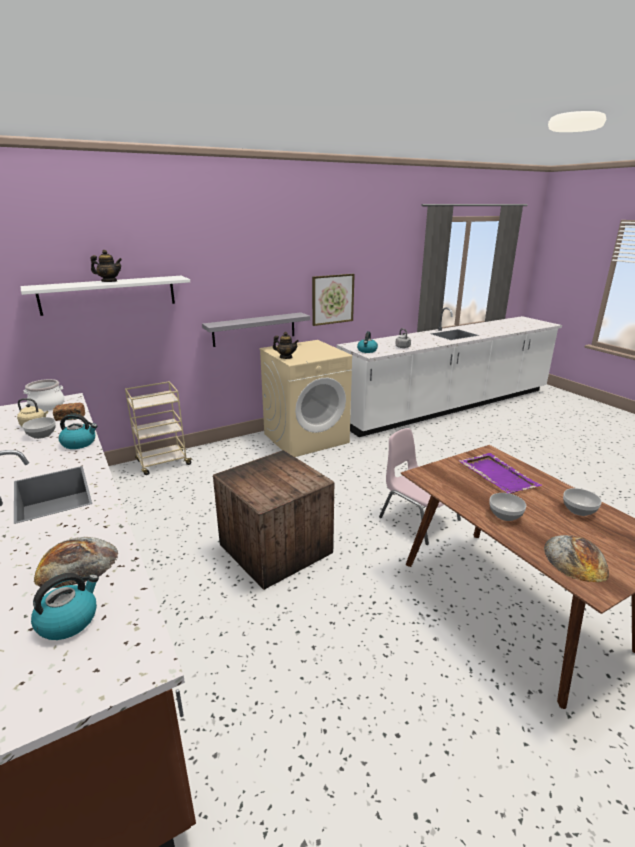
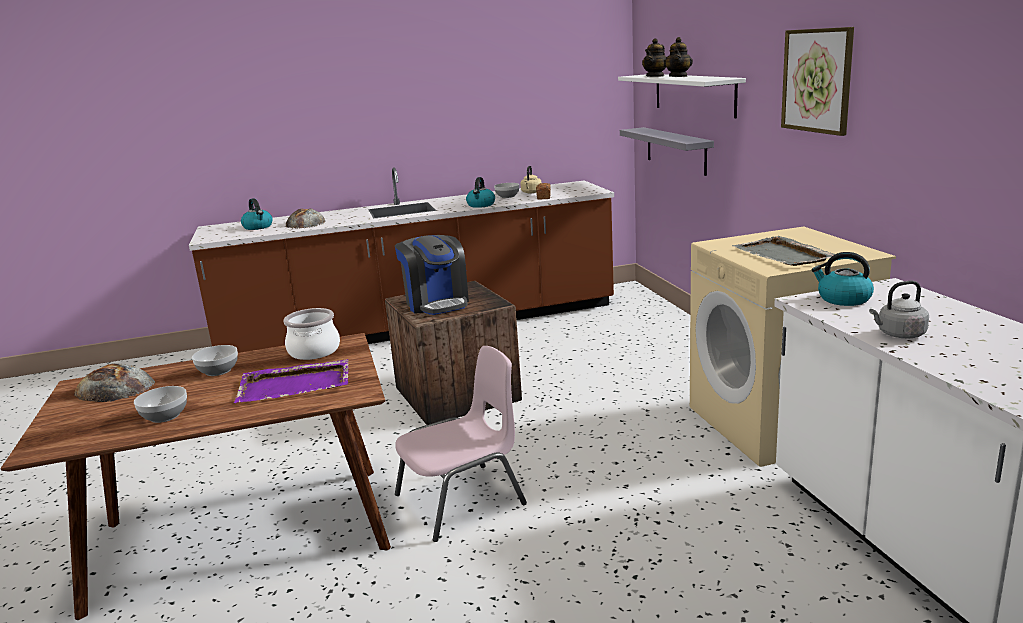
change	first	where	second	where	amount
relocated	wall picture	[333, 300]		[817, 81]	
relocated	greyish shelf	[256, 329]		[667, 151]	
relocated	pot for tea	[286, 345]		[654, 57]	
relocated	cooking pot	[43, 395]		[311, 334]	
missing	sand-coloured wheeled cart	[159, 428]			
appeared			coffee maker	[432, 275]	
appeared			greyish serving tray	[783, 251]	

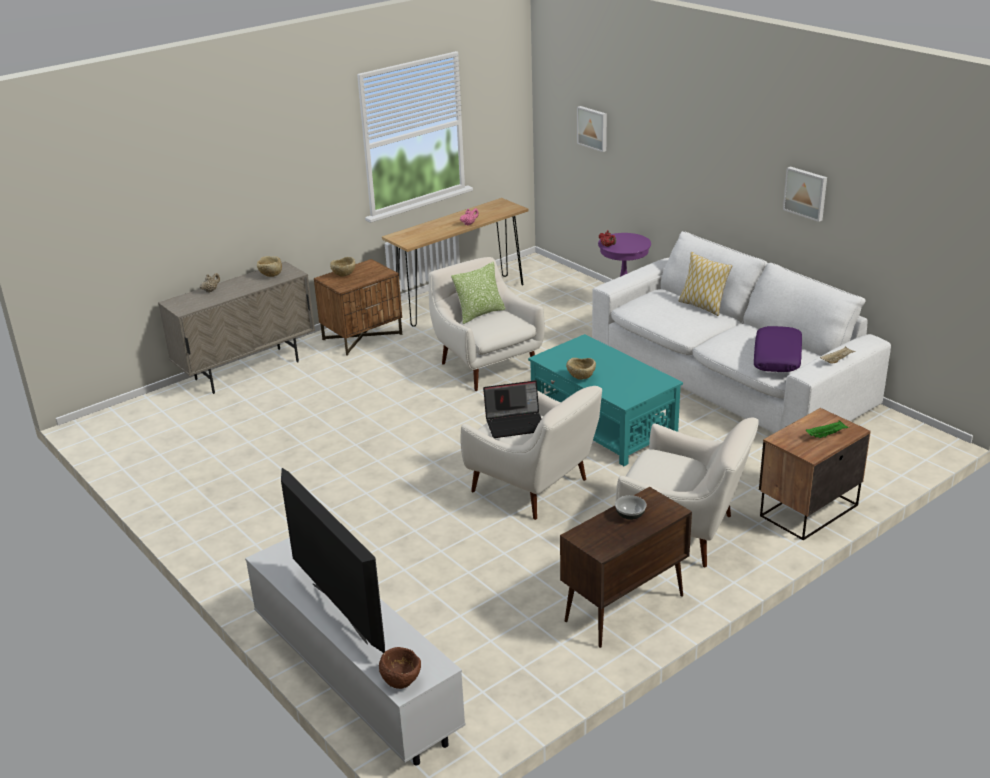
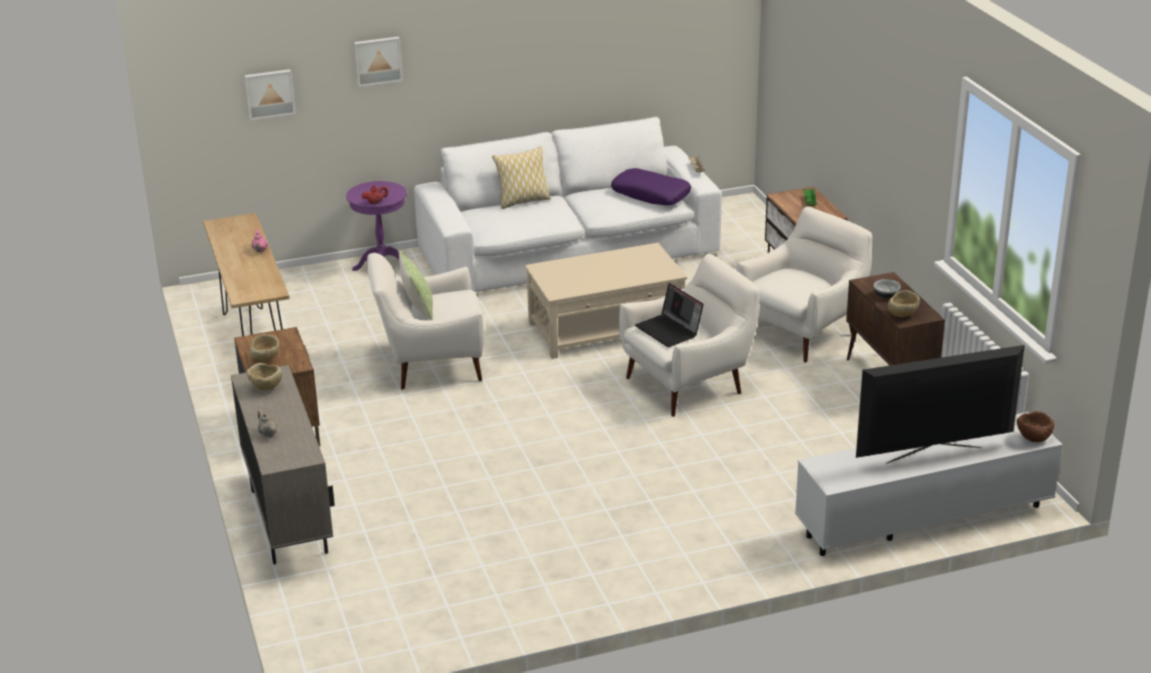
change	first	where	second	where	amount
relocated	wall picture	[805, 194]		[378, 62]	
colour	turquoise lounge table	[605, 400]	sand-coloured lounge table	[606, 301]	
relocated	sand-coloured deep dish	[581, 369]		[904, 303]	
spun	laptop	[512, 409]		[669, 315]	135 degrees clockwise

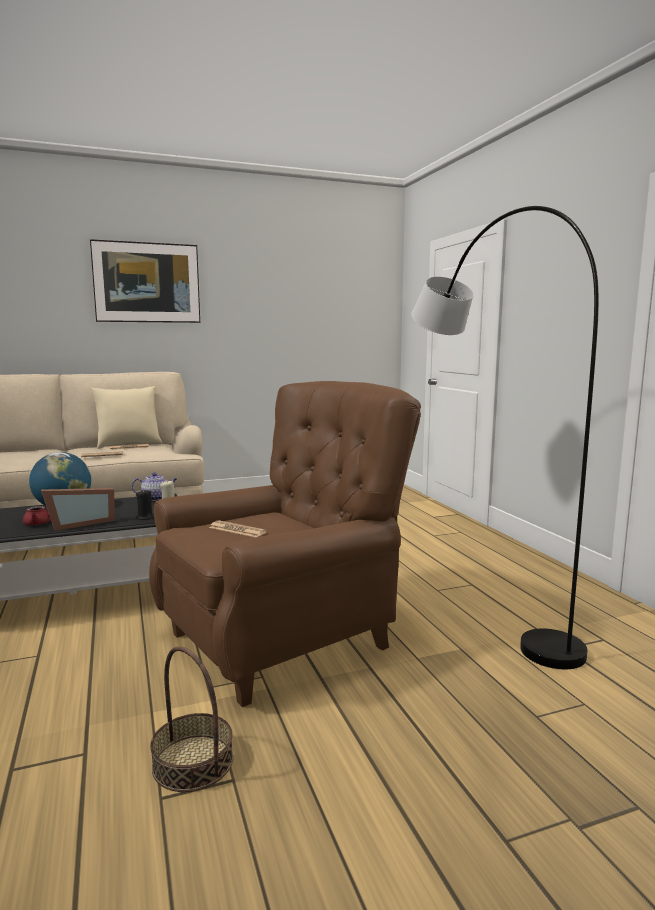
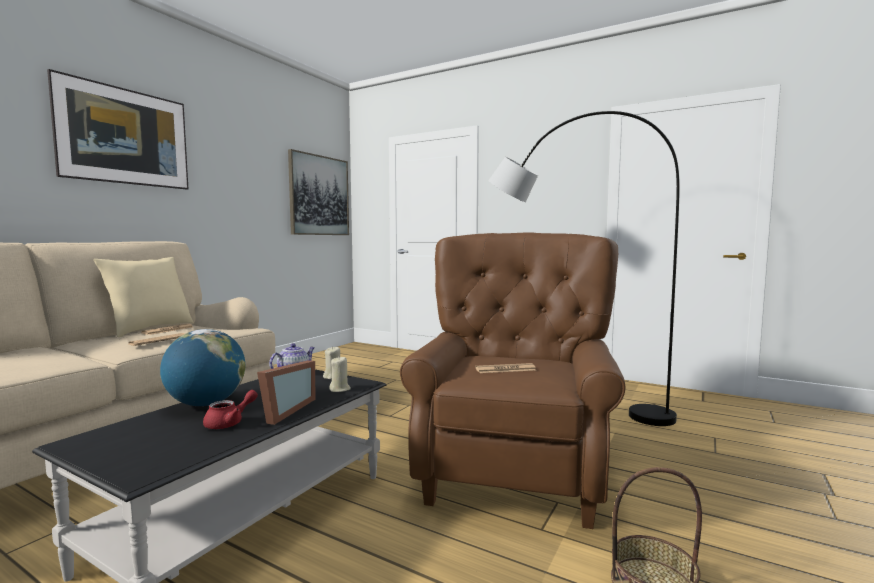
change	first	where	second	where	amount
colour	black-coloured candle	[145, 504]	sand-coloured candle	[340, 374]	
appeared			wall picture	[318, 192]	

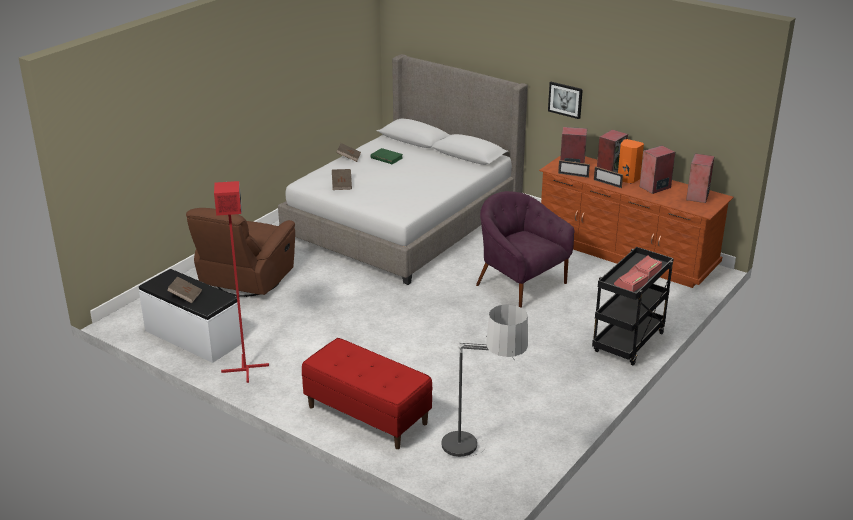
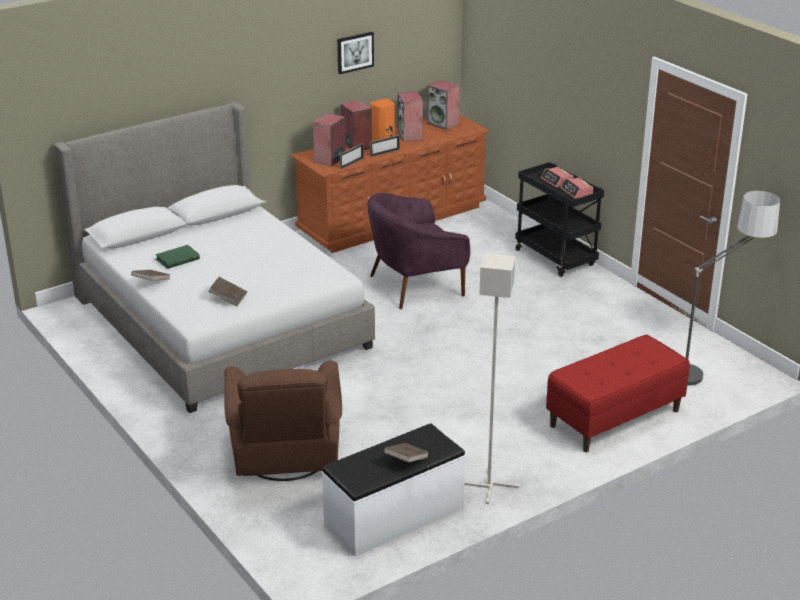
change	first	where	second	where	amount
relocated	wall picture	[565, 100]		[355, 53]	
colour	reddish floor lamp	[241, 282]	greyish floor lamp	[491, 378]	
spun	brown lounge chair	[240, 252]		[283, 421]	45 degrees clockwise

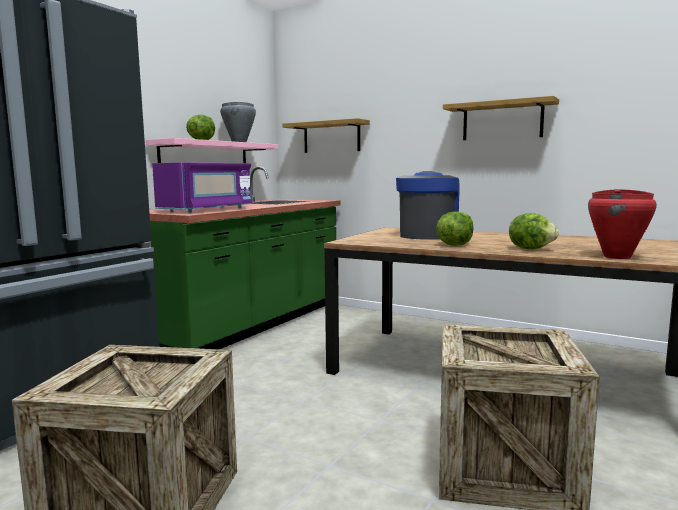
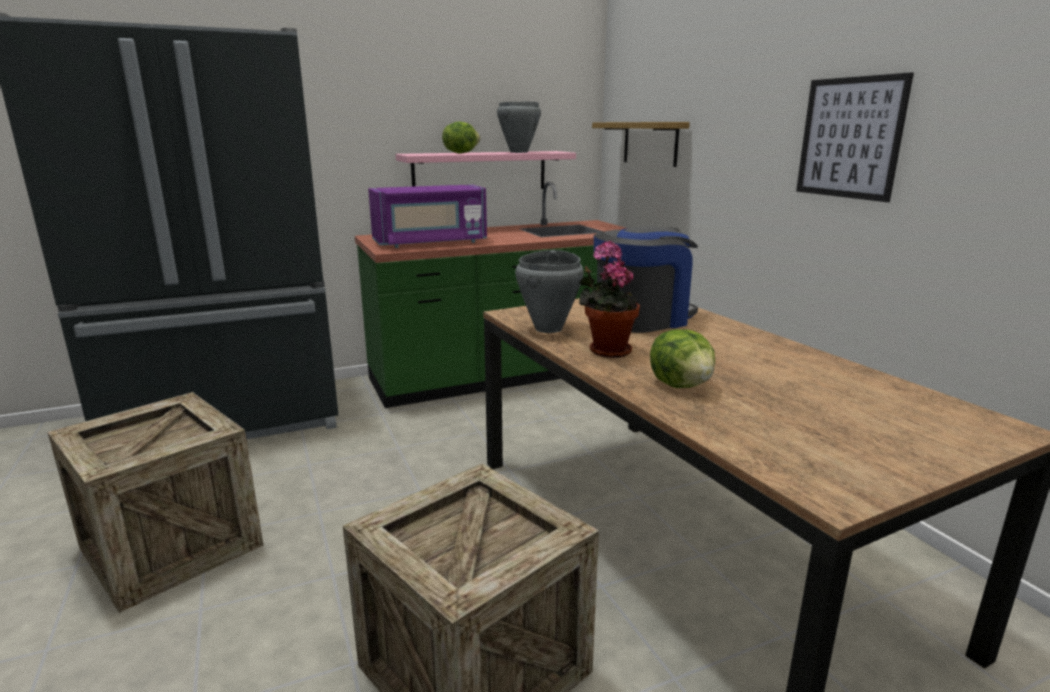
change	first	where	second	where	amount
exchanged	shelf	[501, 118]	wall picture	[855, 137]	
missing	reddish cooking pot	[622, 224]			
exchanged	lettuce head	[455, 228]	plant in a pot	[609, 299]	
appeared			greyish cooking pot	[549, 291]	

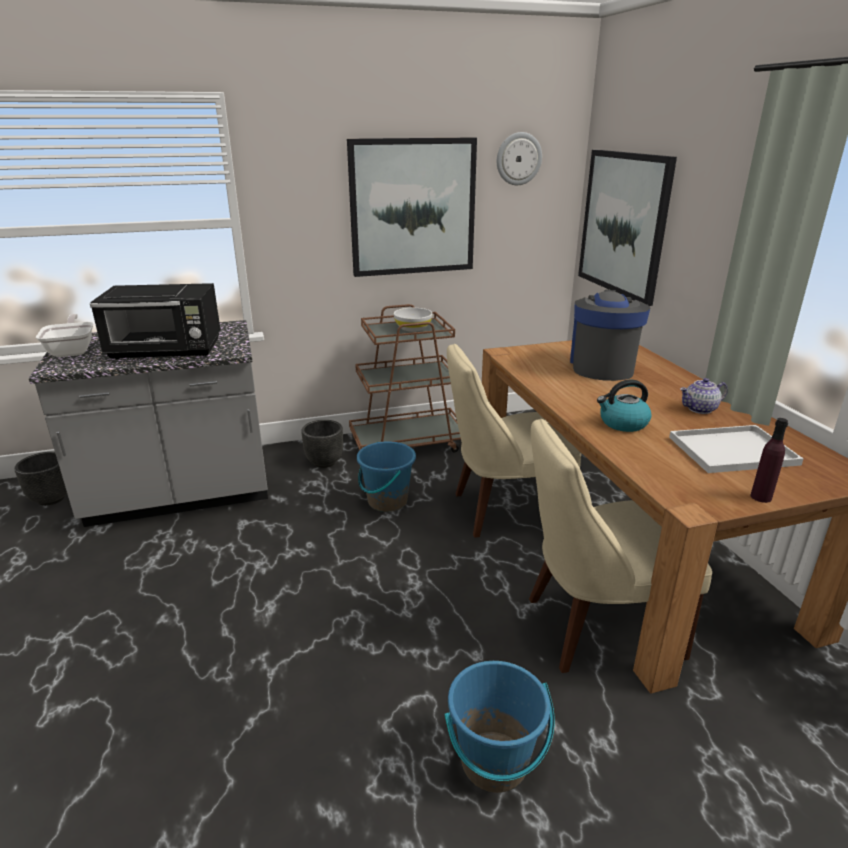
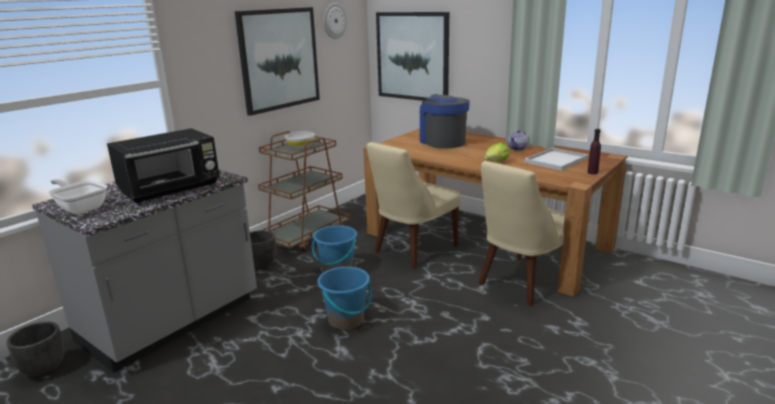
change	first	where	second	where	amount
exchanged	kettle	[624, 406]	lettuce head	[497, 152]	
relocated	blue-coloured water bucket	[499, 727]		[344, 298]	

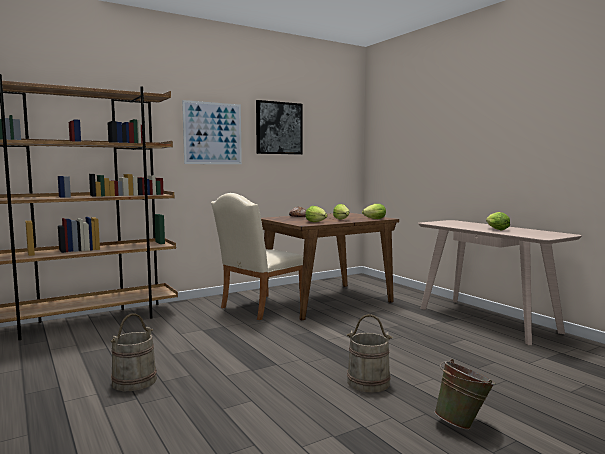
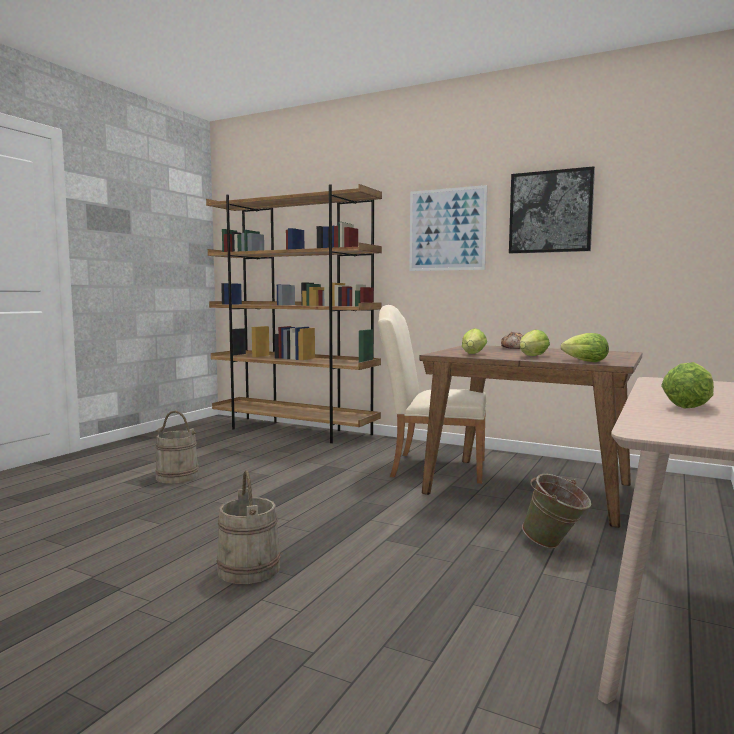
change	first	where	second	where	amount
relocated	greenish water bucket	[465, 394]		[556, 511]	

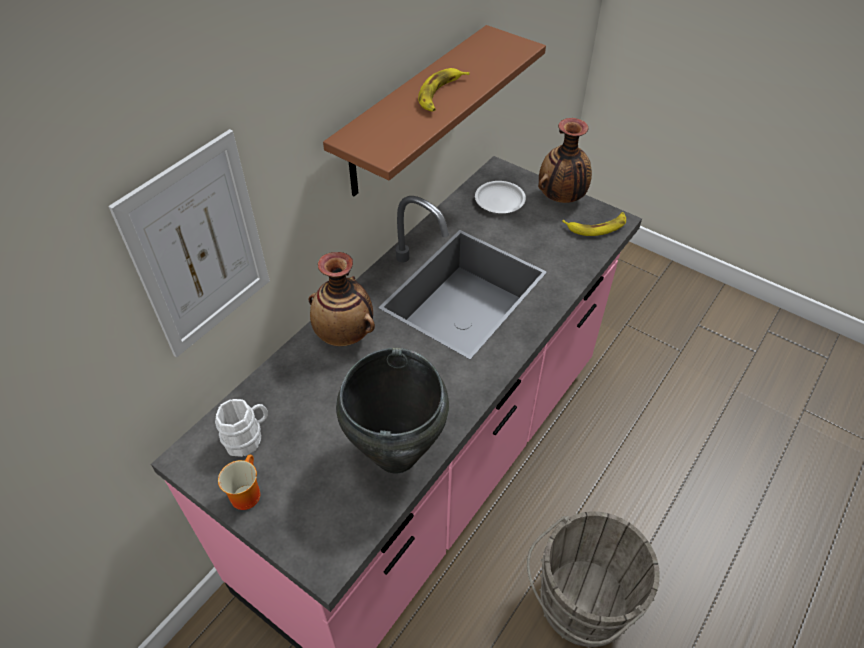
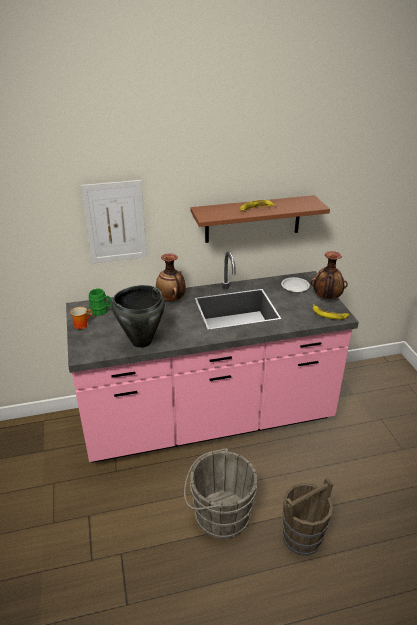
change	first	where	second	where	amount
colour	whitish tea mug	[241, 428]	greenish tea mug	[100, 302]	
appeared			brown water bucket	[307, 517]	

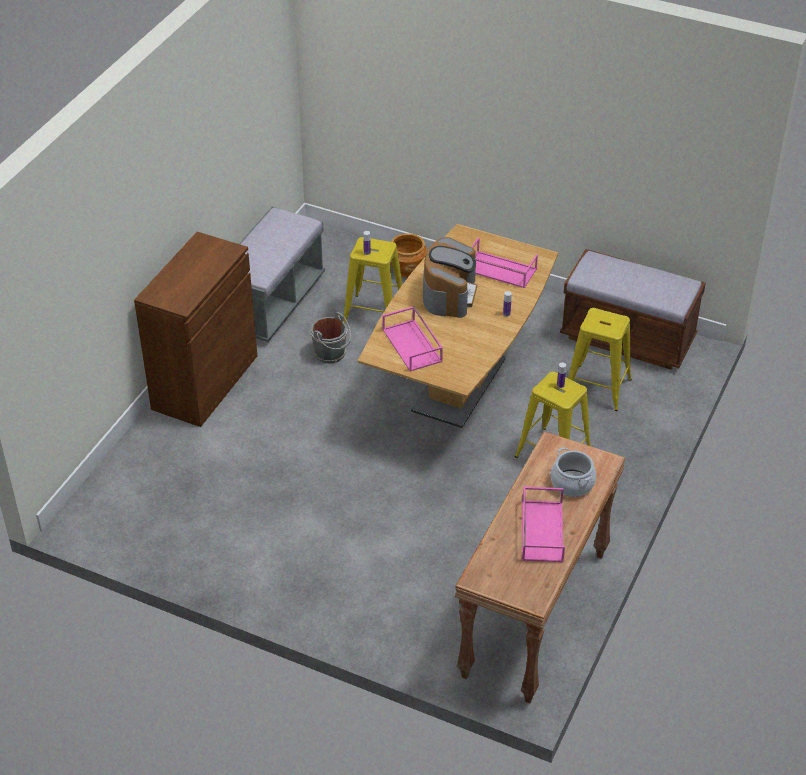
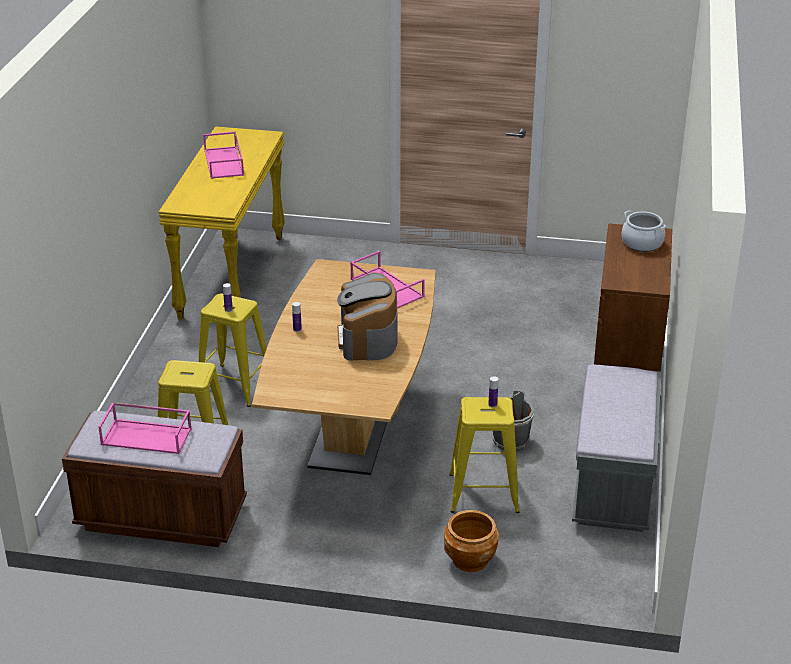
change	first	where	second	where	amount
relocated	pink-coloured serving tray	[505, 263]		[145, 428]	
colour	brown hall table	[540, 567]	yellow-coloured hall table	[221, 223]	
relocated	cooking pot	[573, 472]		[644, 231]	

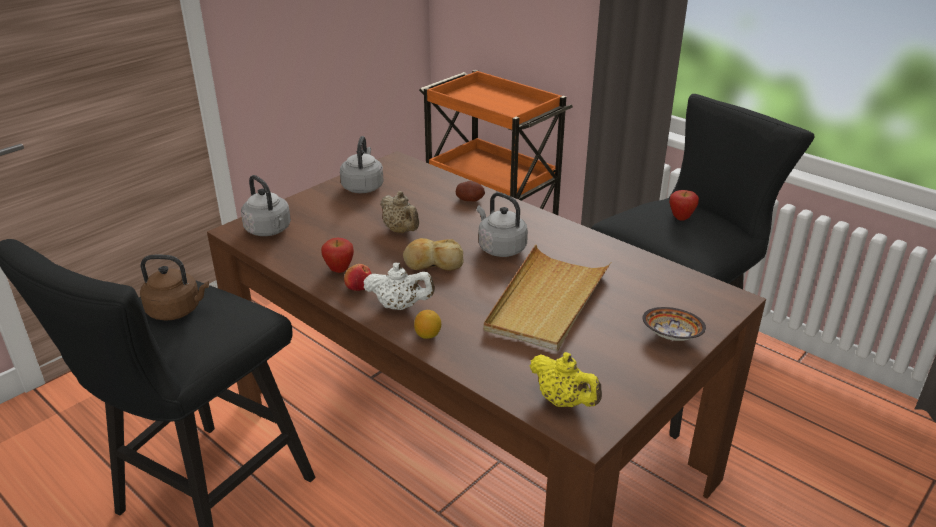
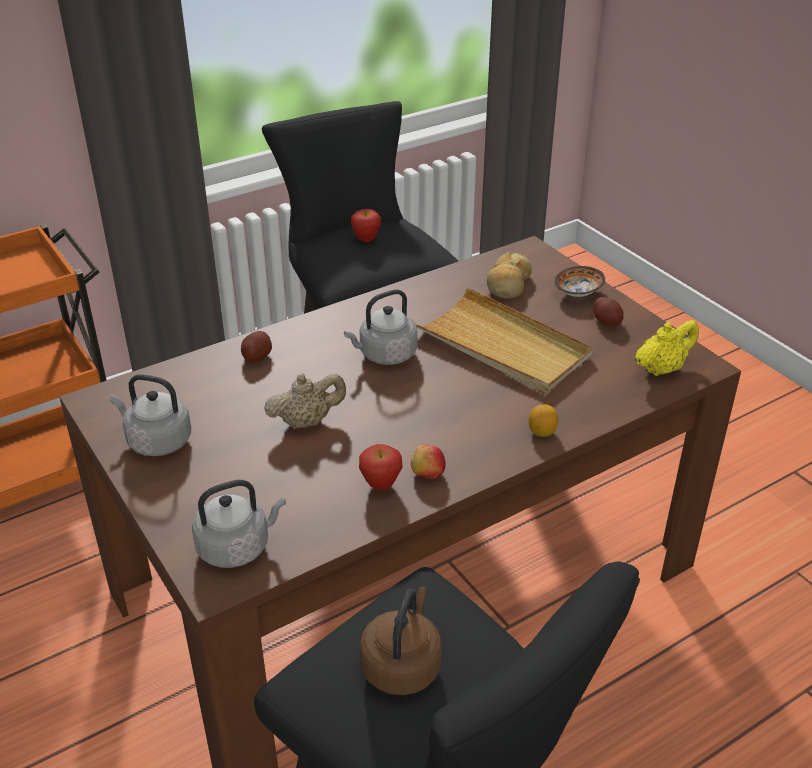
change	first	where	second	where	amount
relocated	bread	[433, 254]		[509, 275]	
missing	whitish pot for tea	[399, 286]			
appeared			potato	[608, 311]	

